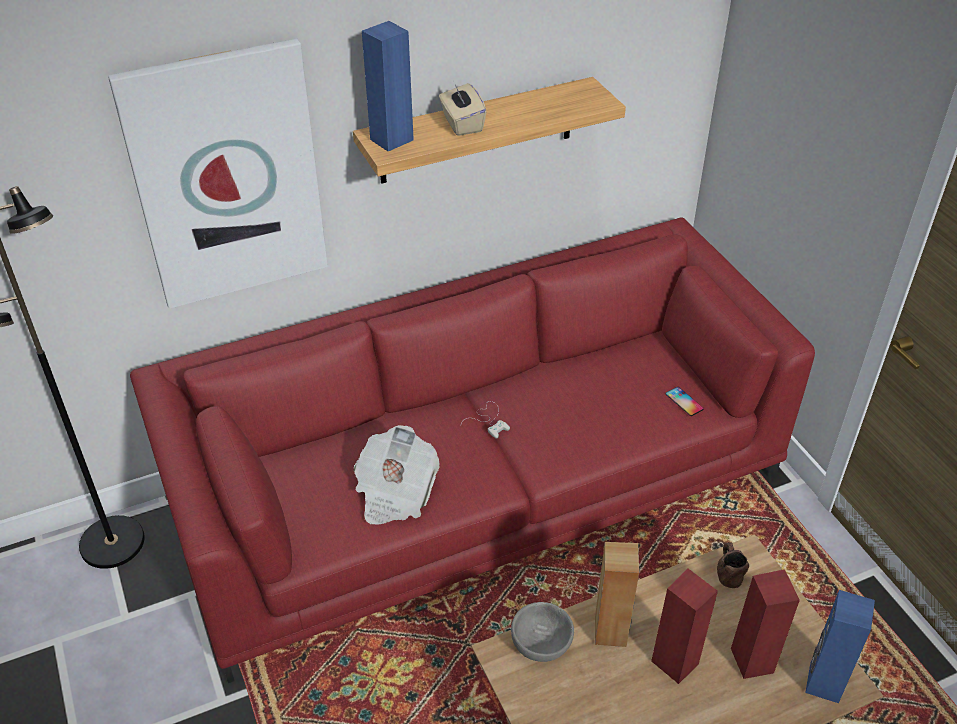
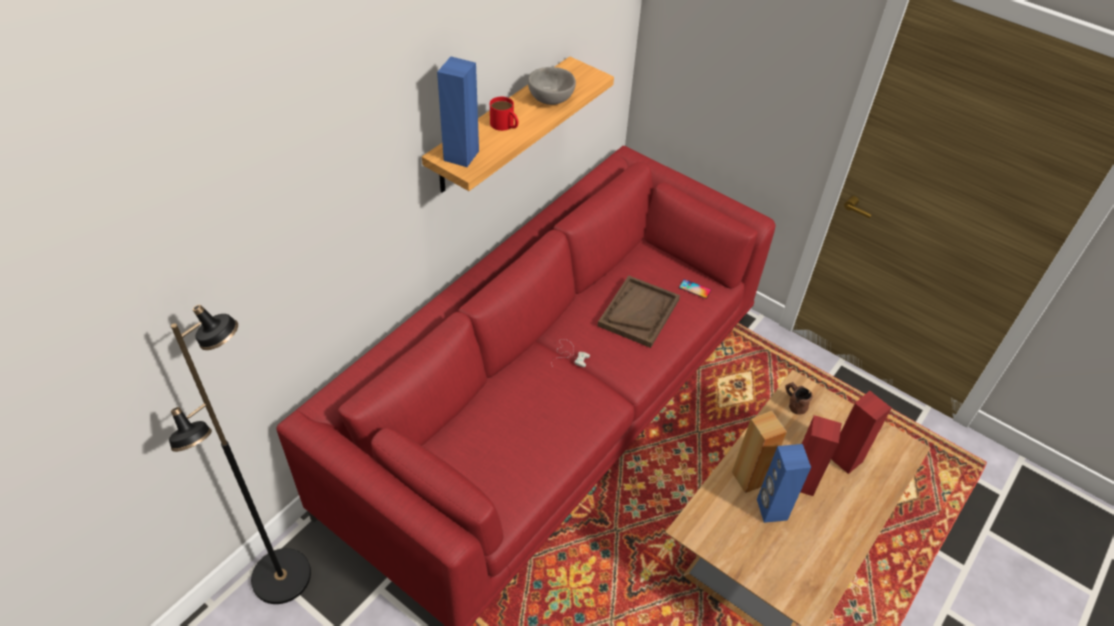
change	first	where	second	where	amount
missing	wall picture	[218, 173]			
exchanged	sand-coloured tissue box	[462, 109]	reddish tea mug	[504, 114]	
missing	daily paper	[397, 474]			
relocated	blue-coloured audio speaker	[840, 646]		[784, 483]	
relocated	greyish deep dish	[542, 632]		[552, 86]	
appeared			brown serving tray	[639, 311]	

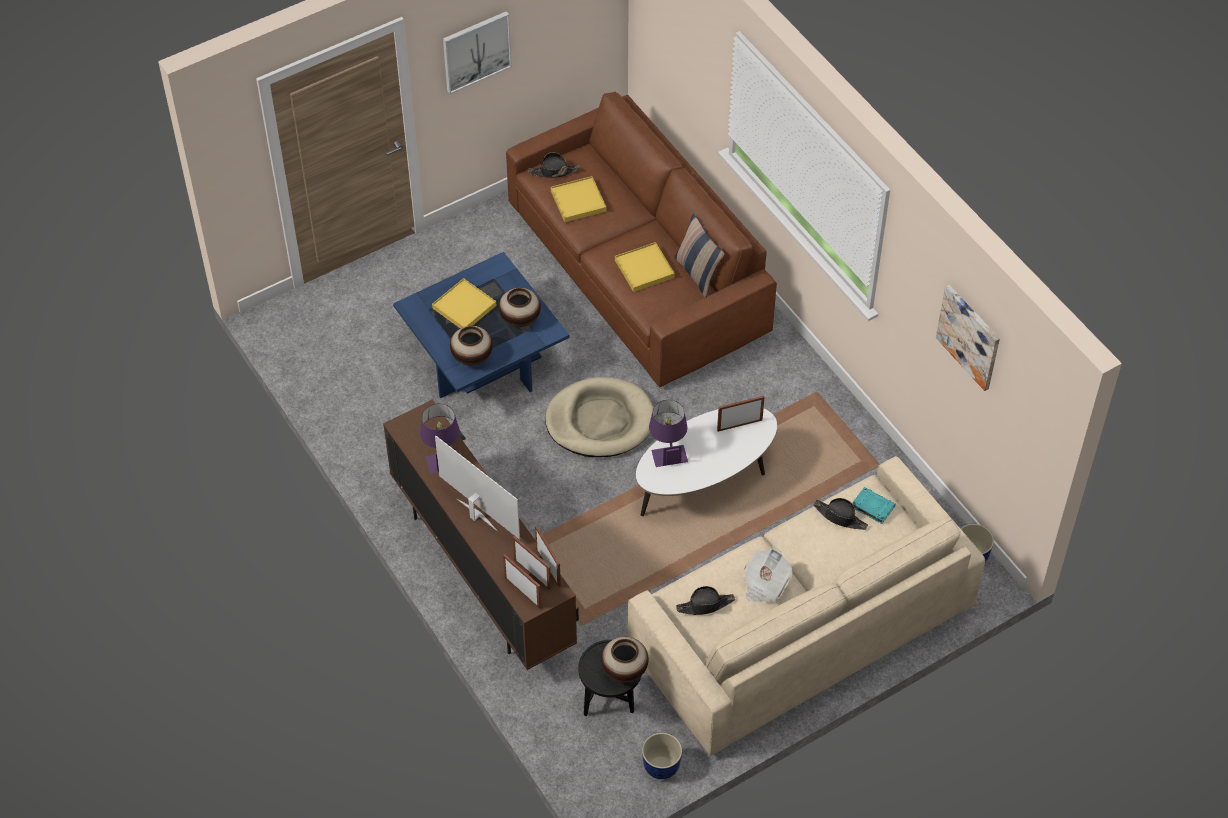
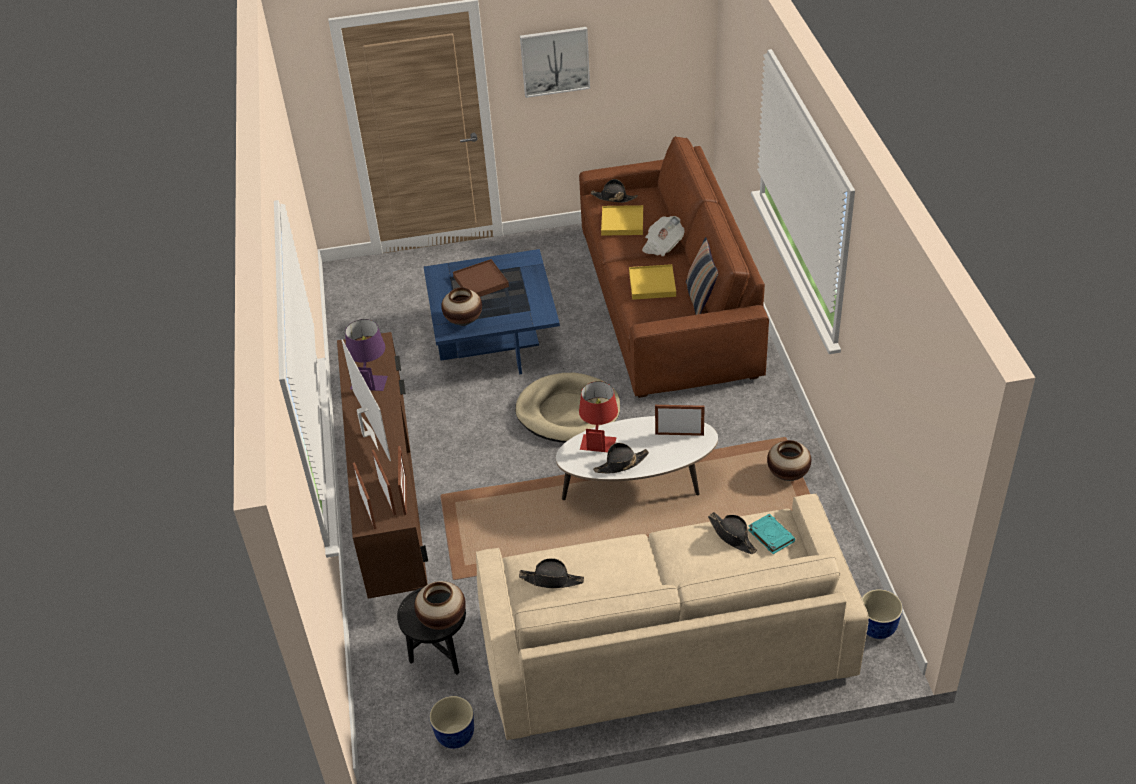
change	first	where	second	where	amount
colour	yellow-coloured serving tray	[464, 303]	brown serving tray	[481, 278]	
missing	wall picture	[968, 338]			
relocated	vase	[520, 307]		[789, 460]	
colour	purple-coloured lamp for a table	[668, 433]	reddish lamp for a table	[598, 416]	
relocated	daily paper	[768, 575]		[663, 236]	
appeared			black-coloured hat	[621, 458]	

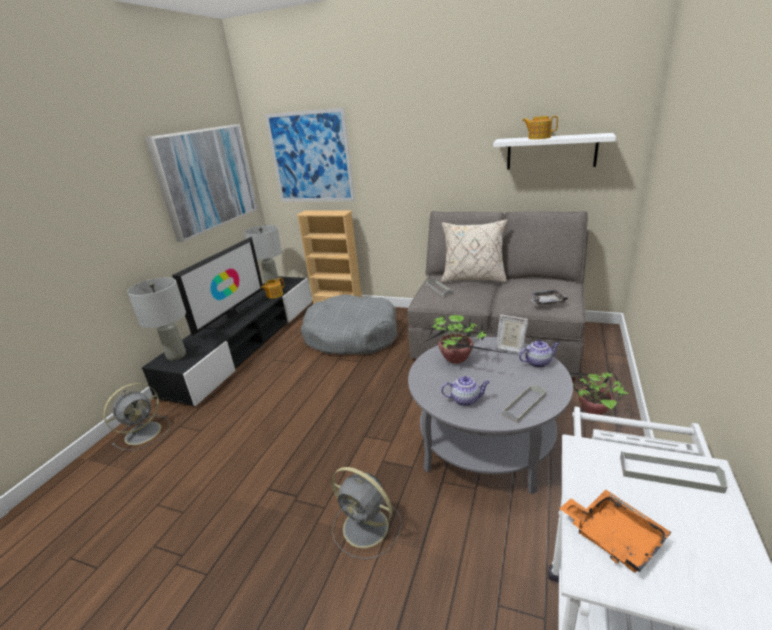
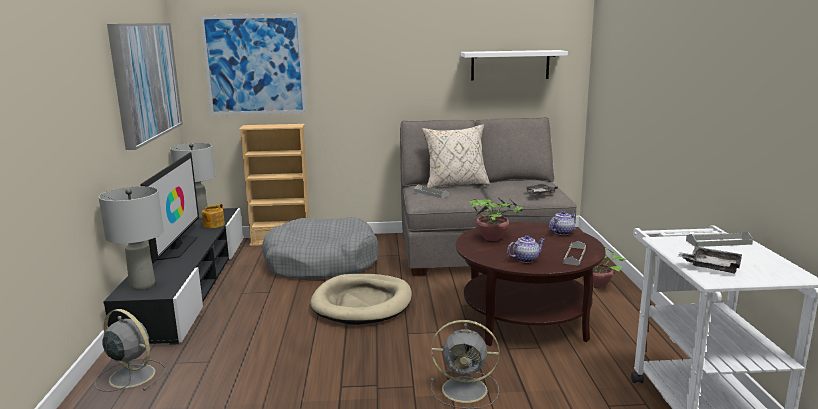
change	first	where	second	where	amount
missing	pot for tea	[540, 127]			
missing	picture frame	[512, 333]			
colour	greyish lounge table	[490, 416]	brown lounge table	[531, 284]	
spun	greyish cooling fan	[136, 417]		[130, 350]	75 degrees counterclockwise
colour	orange serving tray	[615, 531]	greyish serving tray	[710, 259]	
appeared			sand-coloured pet bed	[361, 299]	

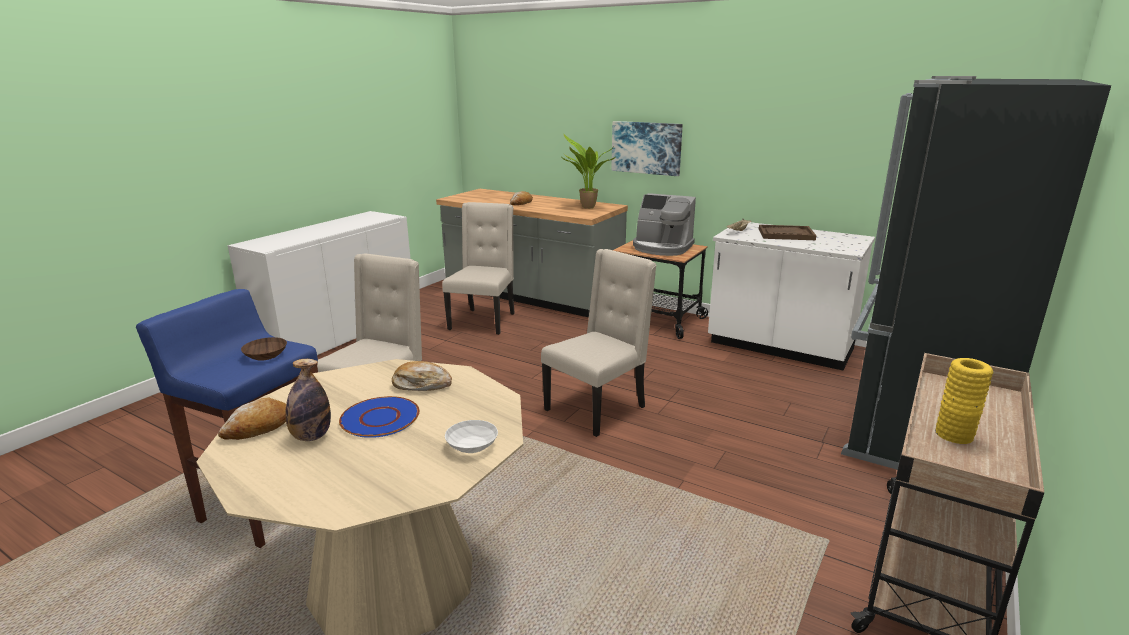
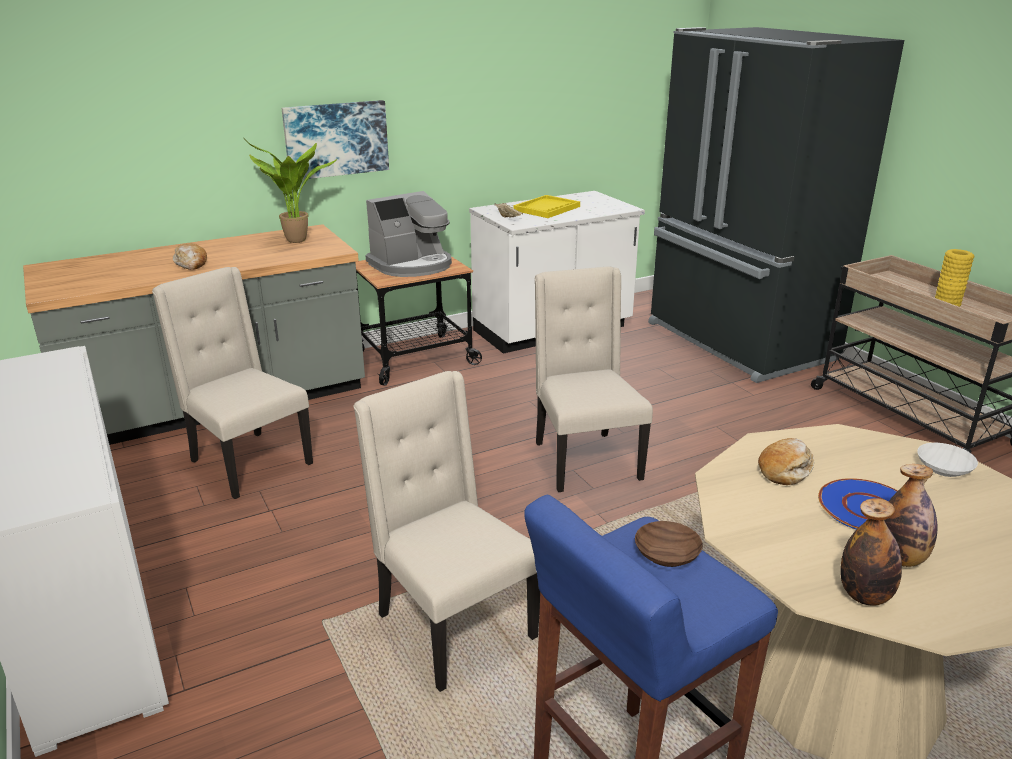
change	first	where	second	where	amount
colour	brown serving tray	[788, 232]	yellow-coloured serving tray	[546, 206]	
exchanged	bread	[252, 418]	beverage bottle	[871, 552]	

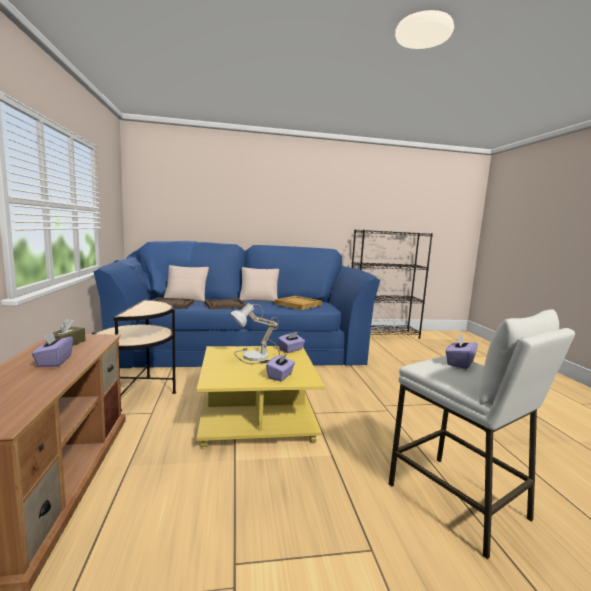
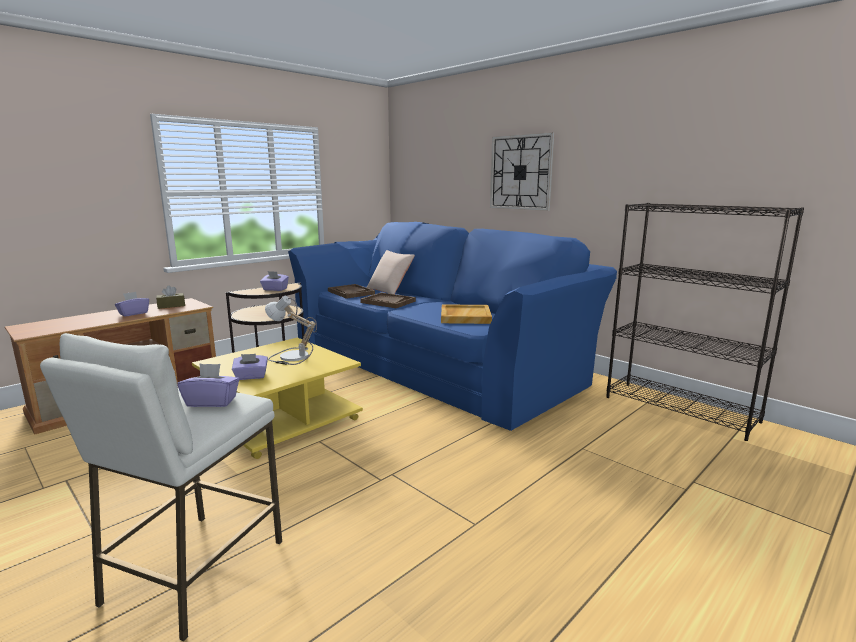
change	first	where	second	where	amount
missing	sand-coloured throw pillow	[259, 284]			
relocated	purple-coloured tissue box	[291, 342]		[274, 281]	
appeared			wall clock	[522, 171]	

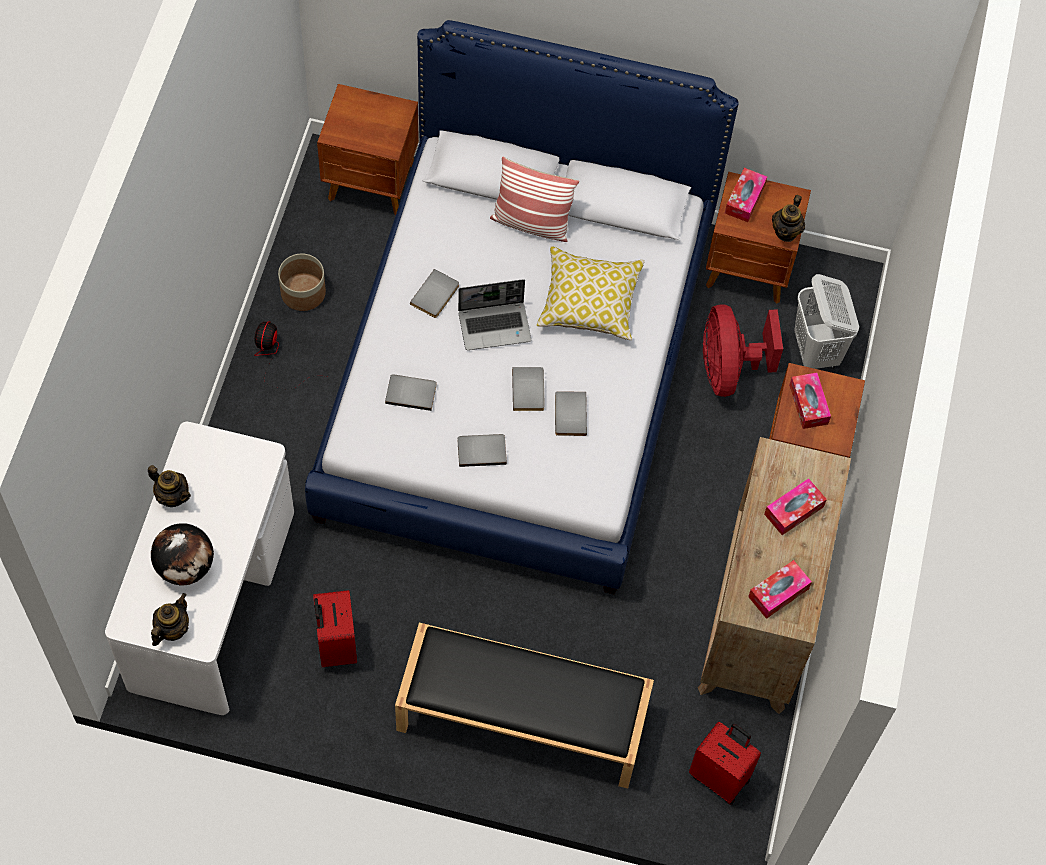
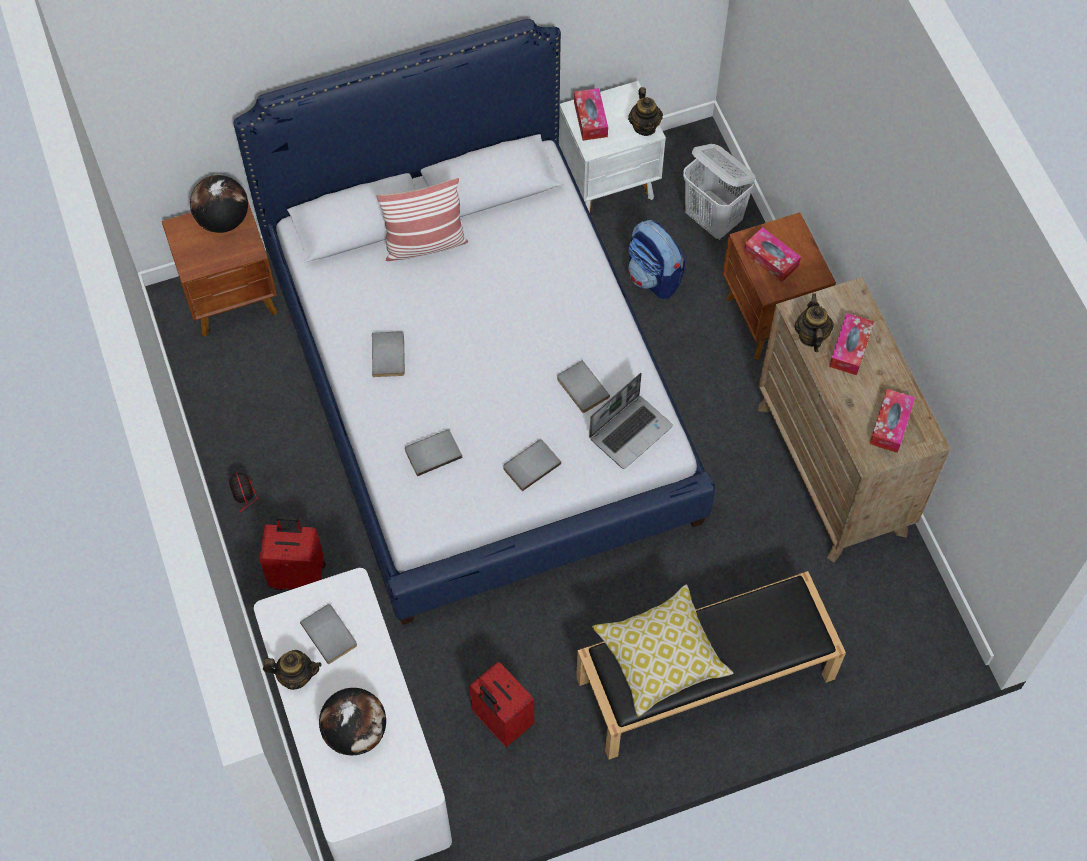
change	first	where	second	where	amount
colour	brown nightstand	[758, 238]	whitish nightstand	[612, 147]	
relocated	throw pillow	[591, 293]		[663, 650]	
missing	planter	[302, 282]			
relocated	laptop	[494, 314]		[631, 421]	
exchanged	reddish cooling fan	[743, 350]	rucksack	[657, 259]	
relocated	greyish volume	[528, 389]		[328, 634]	
relocated	pot for tea	[170, 619]		[814, 322]	
relocated	reddish suitcase	[725, 763]		[292, 553]	
appeared			desk globe	[219, 204]	

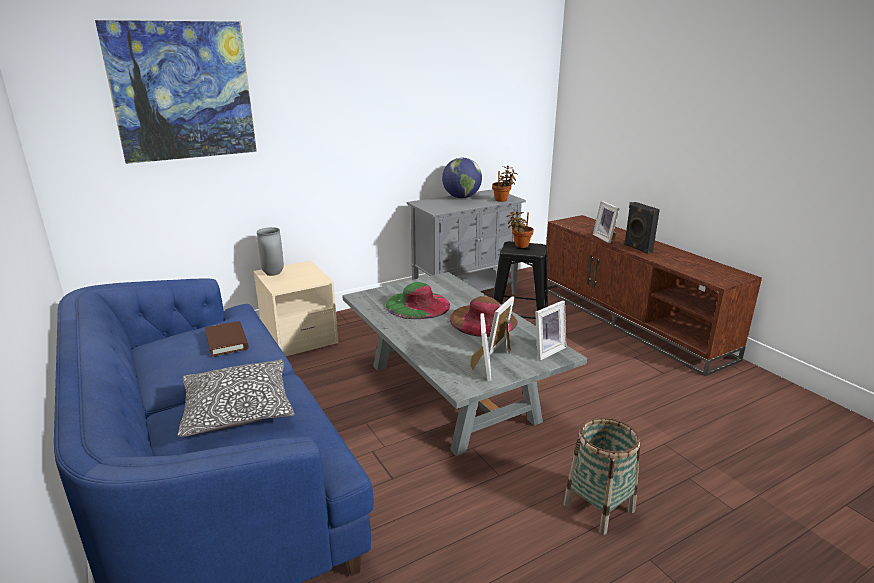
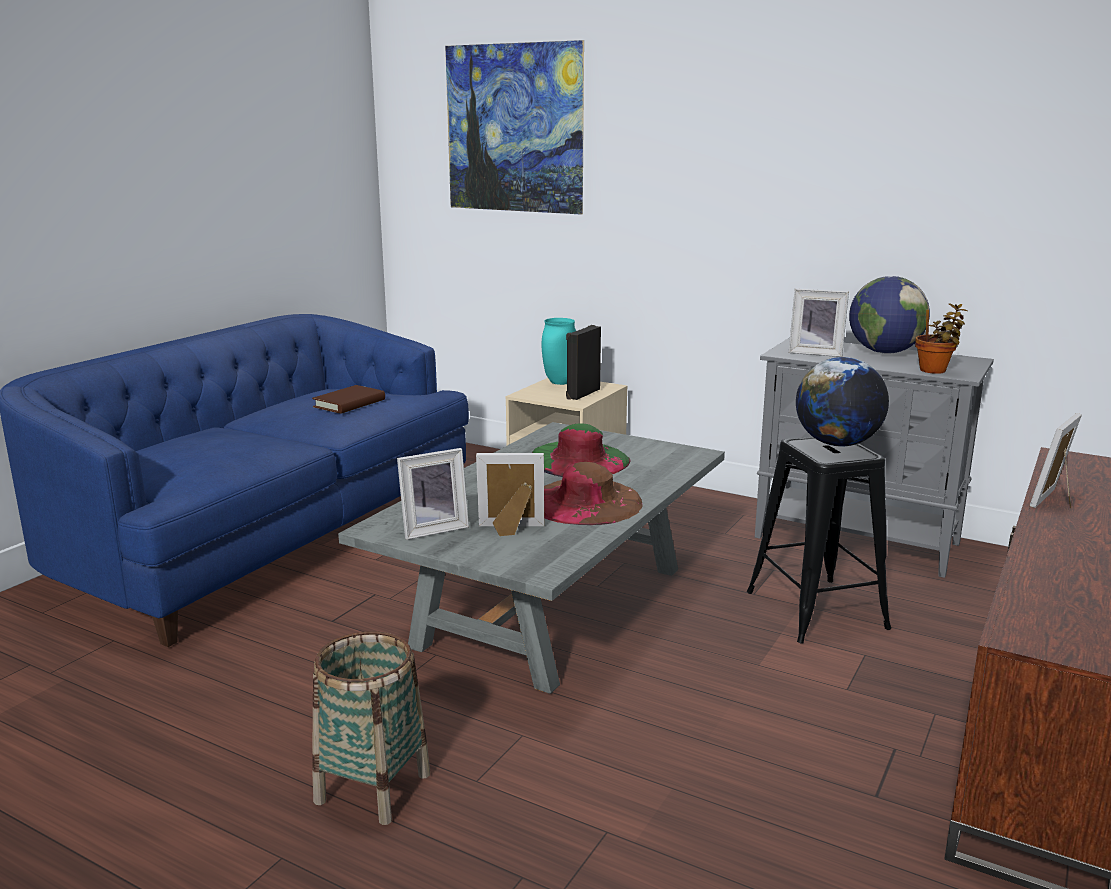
change	first	where	second	where	amount
relocated	black-coloured audio speaker	[642, 228]		[583, 362]	
exchanged	plant in a pot	[520, 229]	desk globe	[842, 402]	
colour	greyish vase	[270, 251]	turquoise vase	[559, 351]	
relocated	picture frame	[551, 330]		[819, 323]	
missing	throw pillow	[236, 398]			

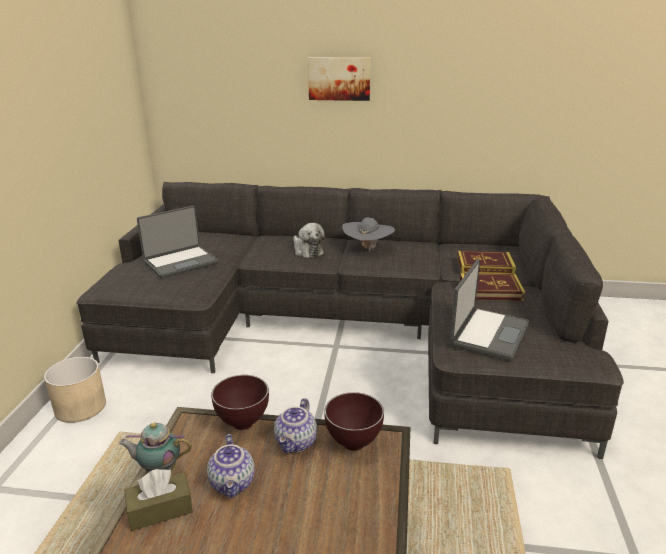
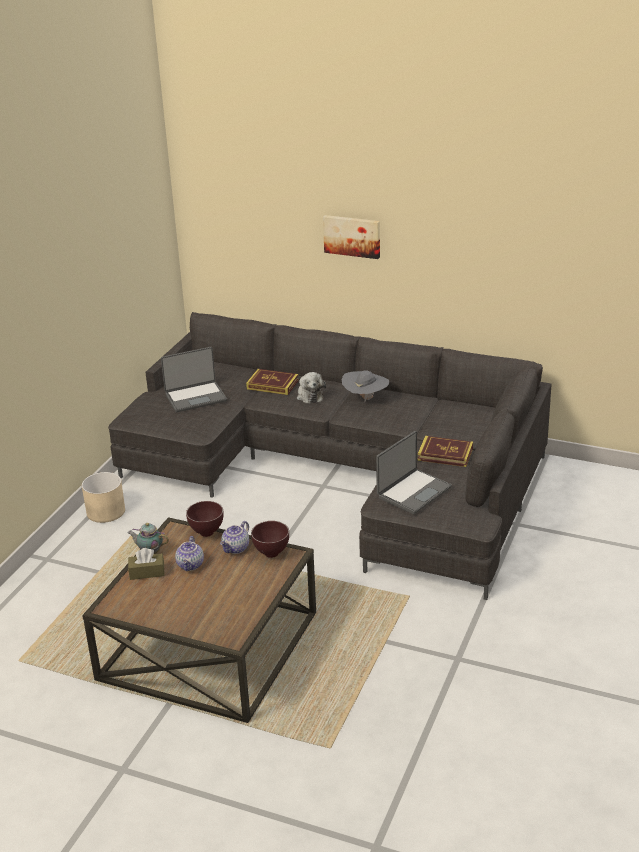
change	first	where	second	where	amount
relocated	volume	[486, 262]		[272, 382]	

